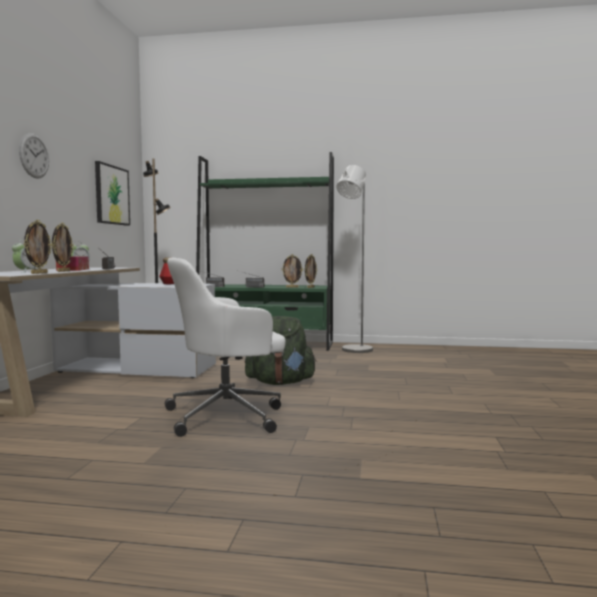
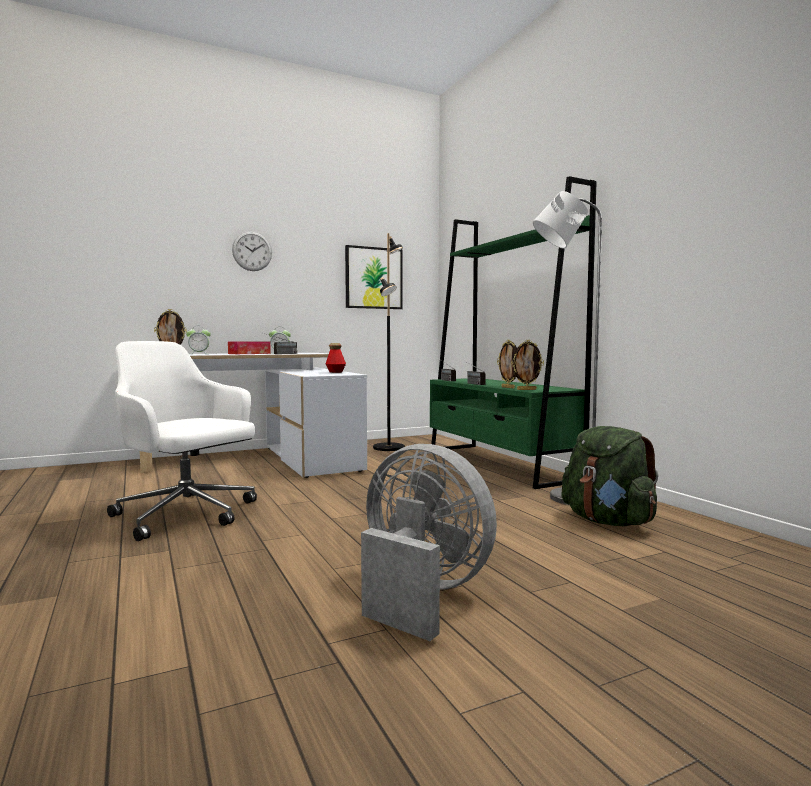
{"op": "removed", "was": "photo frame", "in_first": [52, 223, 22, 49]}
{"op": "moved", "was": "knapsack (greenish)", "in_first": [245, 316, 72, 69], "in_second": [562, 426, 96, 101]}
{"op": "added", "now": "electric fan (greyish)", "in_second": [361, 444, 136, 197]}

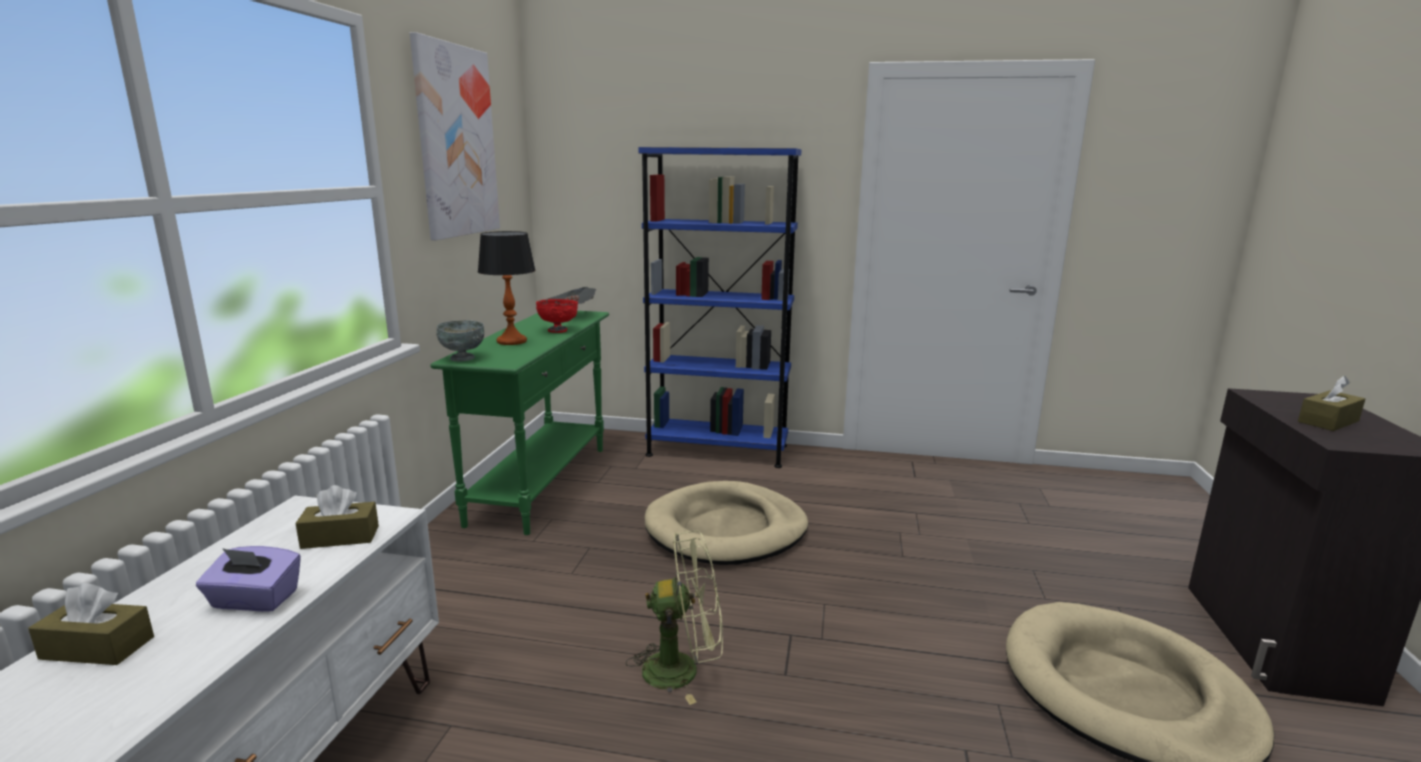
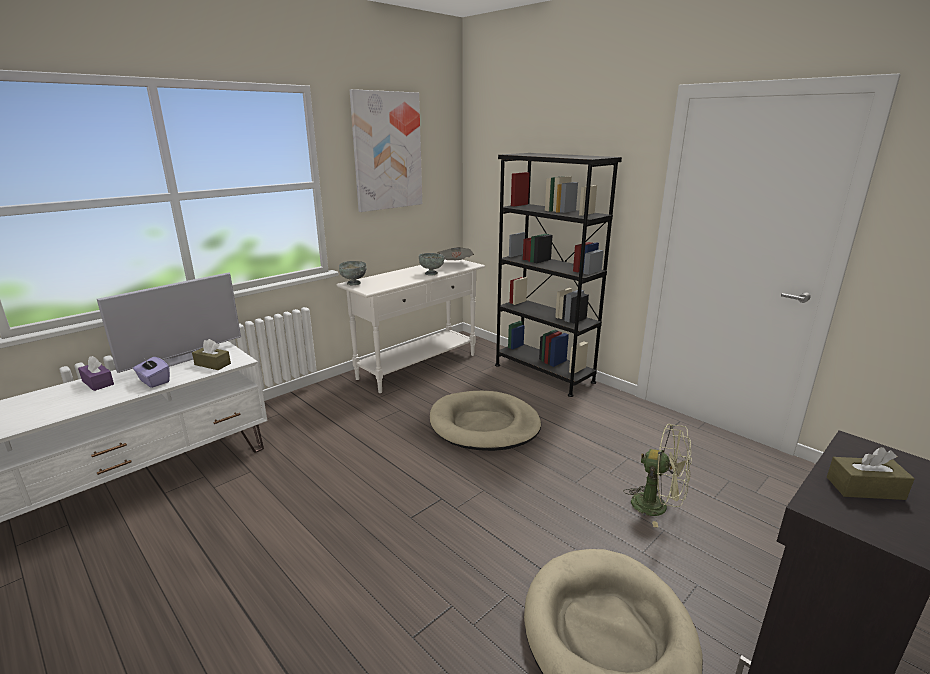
{"op": "recoloured", "was": "bookshelf (blue-coloured)", "now": "bookshelf (blackish)", "in_first": [638, 147, 163, 321], "in_second": [495, 153, 127, 244]}
{"op": "removed", "was": "lamp for a table", "in_first": [478, 231, 58, 114]}
{"op": "recoloured", "was": "serving bowl (red-coloured)", "now": "serving bowl (greyish)", "in_first": [536, 299, 42, 34], "in_second": [419, 253, 26, 22]}
{"op": "recoloured", "was": "narrow table (greenish)", "now": "narrow table (white)", "in_first": [430, 311, 179, 224], "in_second": [337, 260, 148, 133]}
{"op": "moved", "was": "electric fan (greenish)", "in_first": [626, 530, 97, 175], "in_second": [623, 424, 69, 103]}
{"op": "recoloured", "was": "tissue box (brownish)", "now": "tissue box (purplish)", "in_first": [28, 583, 126, 82], "in_second": [78, 356, 36, 35]}
{"op": "added", "now": "TV set", "in_second": [97, 272, 144, 101]}

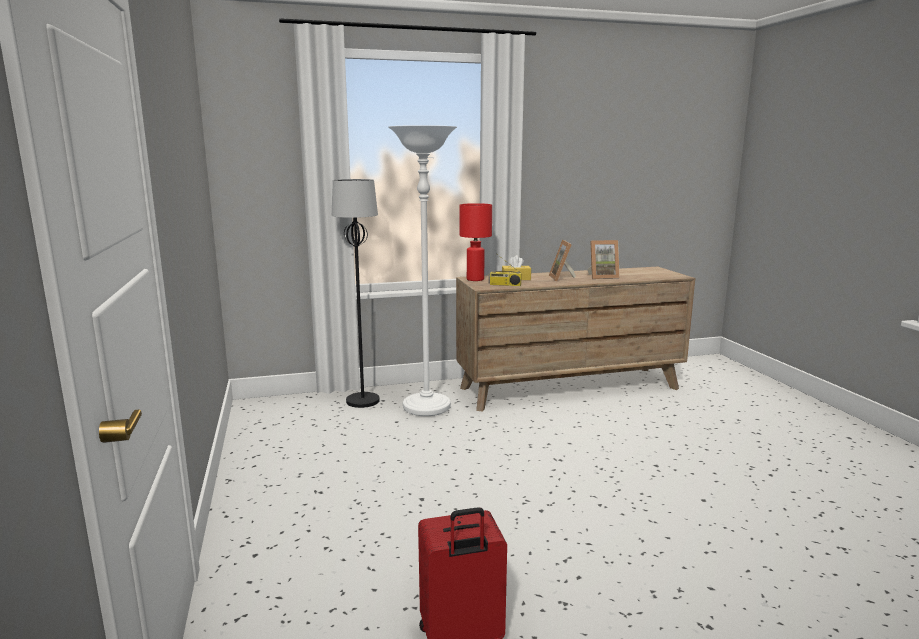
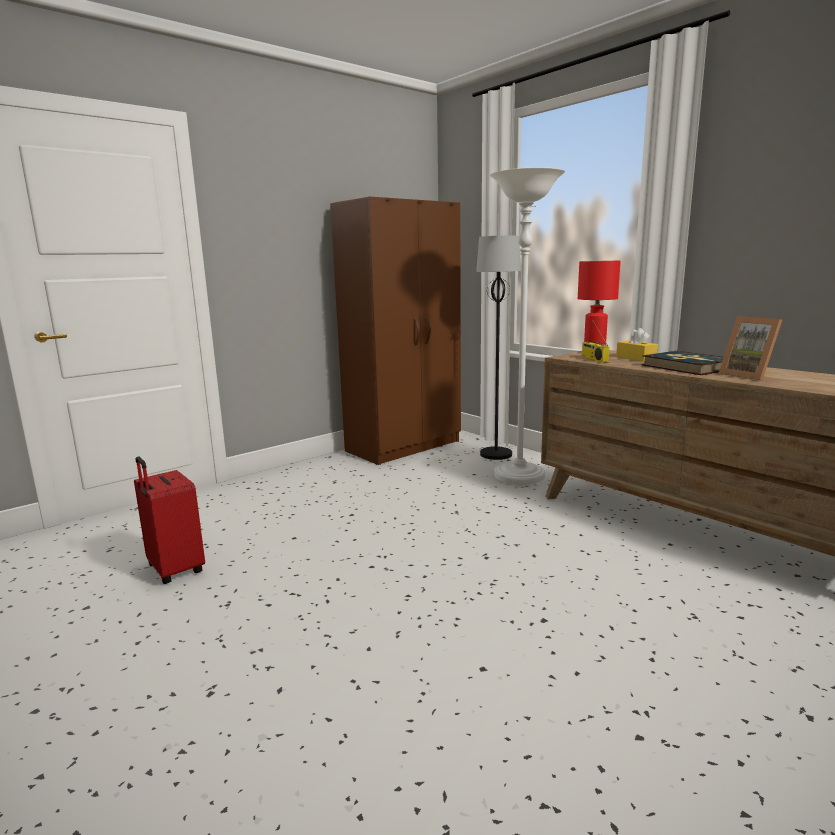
{"op": "replaced", "was": "photo frame", "now": "book", "in_first": [549, 240, 27, 41], "in_second": [642, 351, 82, 24]}
{"op": "added", "now": "armoire (brownish)", "in_second": [330, 196, 131, 269]}

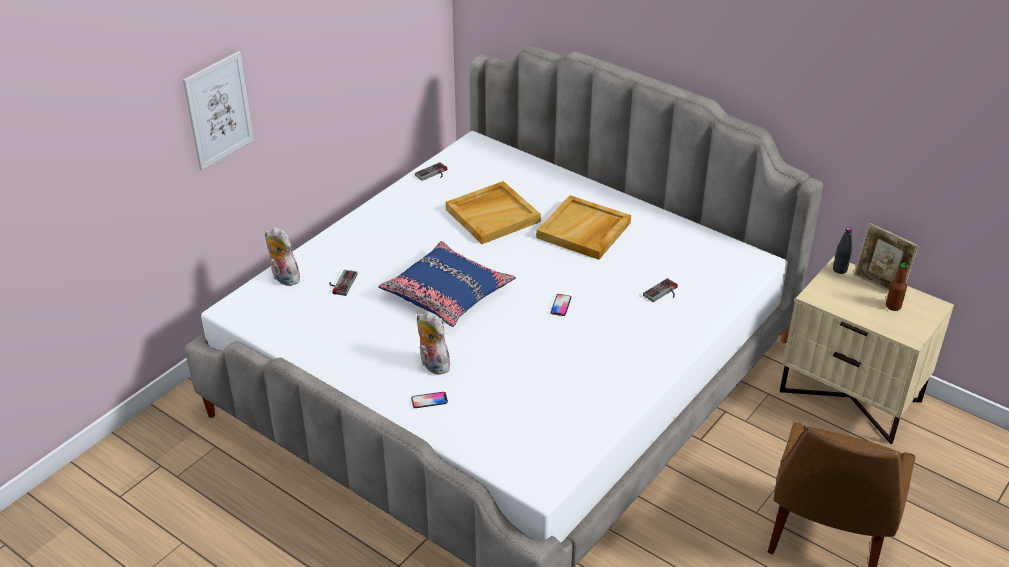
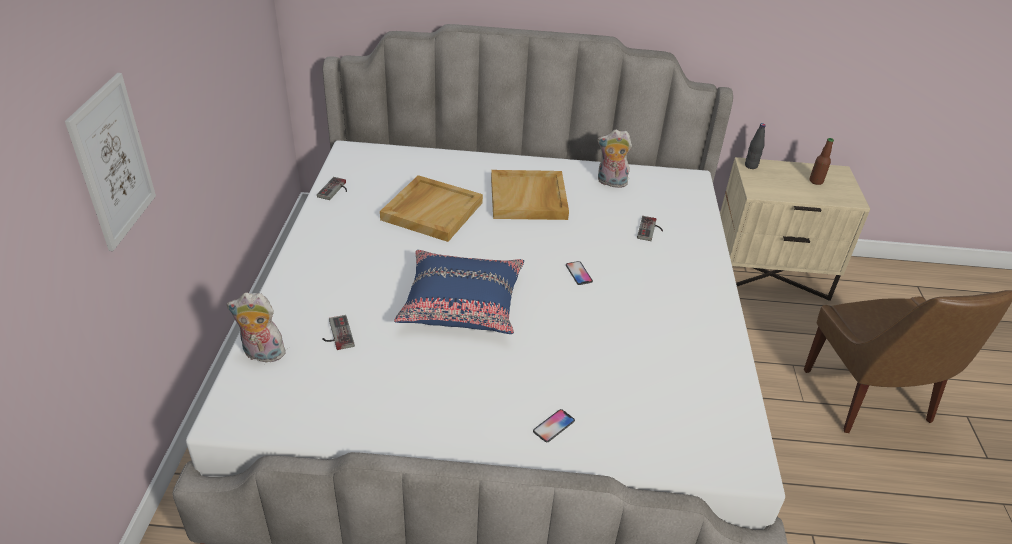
{"op": "removed", "was": "photo frame", "in_first": [854, 223, 65, 68]}
{"op": "moved", "was": "cuddly toy", "in_first": [417, 311, 37, 64], "in_second": [597, 129, 35, 59]}

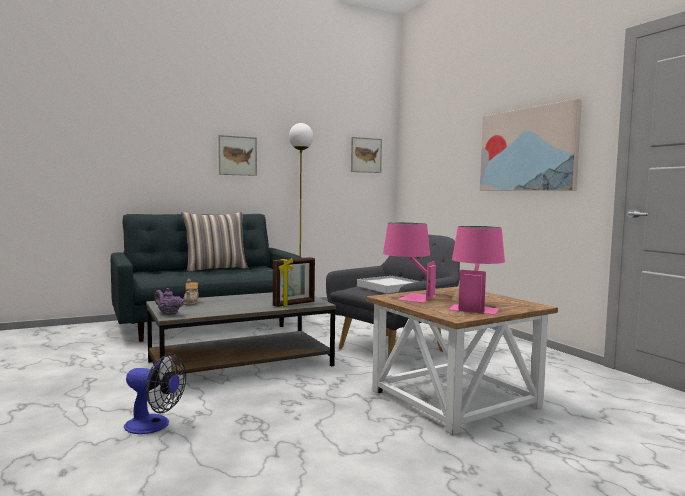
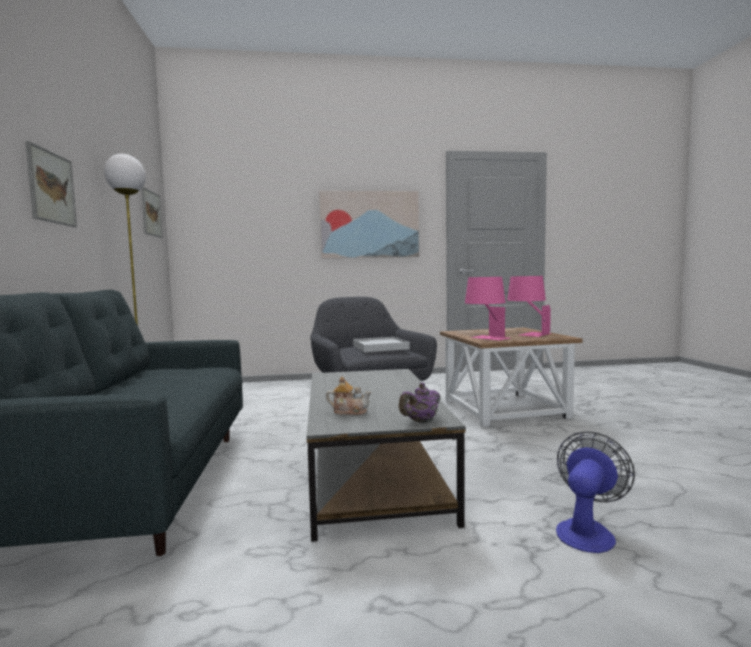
{"op": "removed", "was": "pillow", "in_first": [182, 212, 66, 60]}
{"op": "removed", "was": "photo frame", "in_first": [273, 257, 42, 50]}

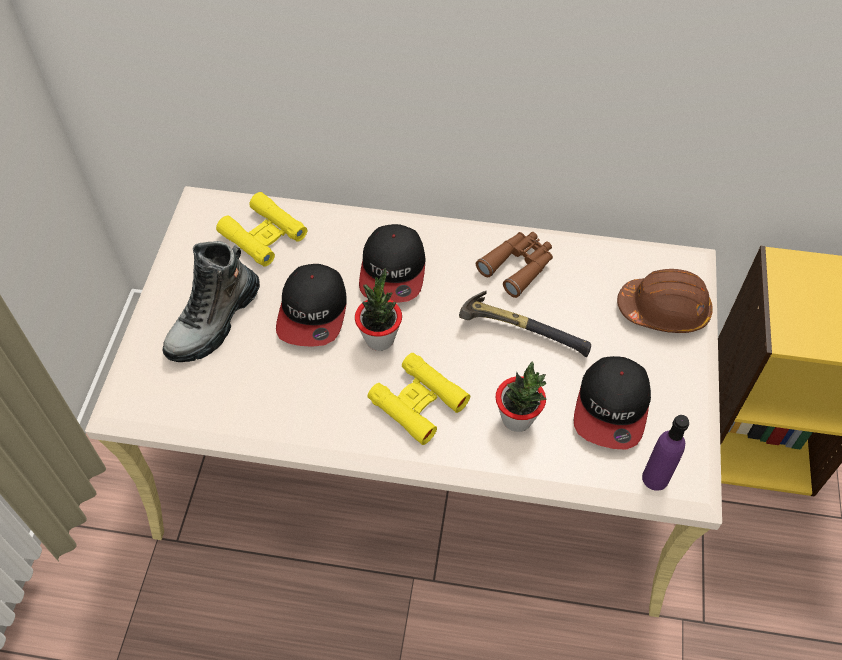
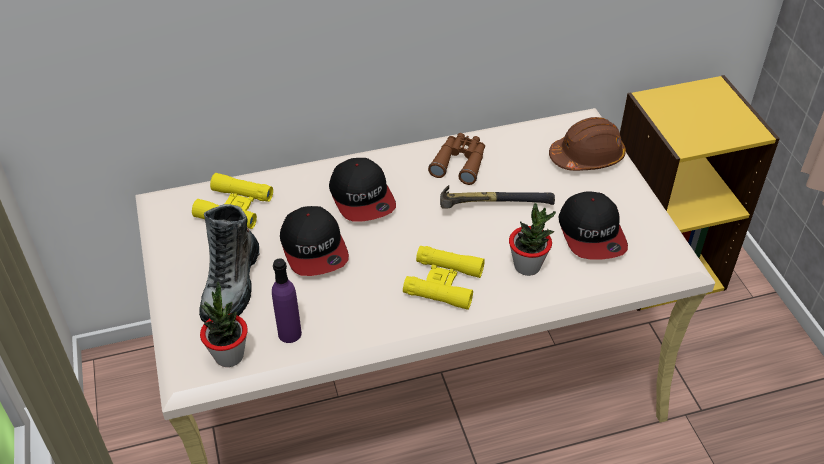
{"op": "moved", "was": "houseplant", "in_first": [355, 268, 47, 83], "in_second": [200, 281, 48, 86]}
{"op": "moved", "was": "beverage bottle (purplish)", "in_first": [642, 415, 47, 76], "in_second": [272, 258, 30, 85]}

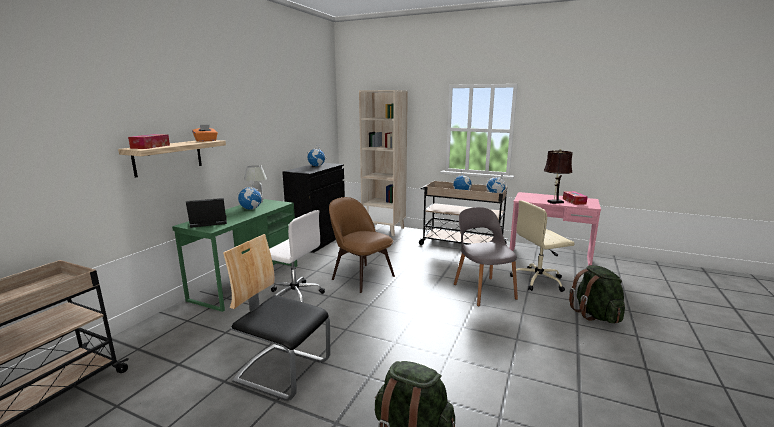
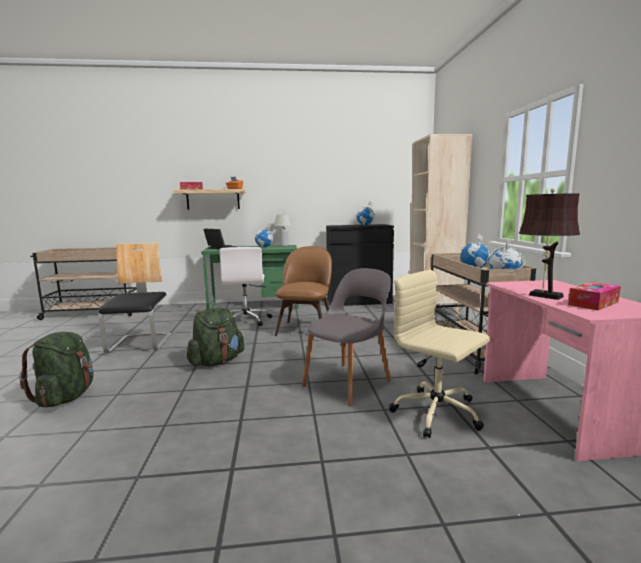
{"op": "moved", "was": "knapsack (greenish)", "in_first": [569, 265, 56, 59], "in_second": [187, 308, 57, 58]}

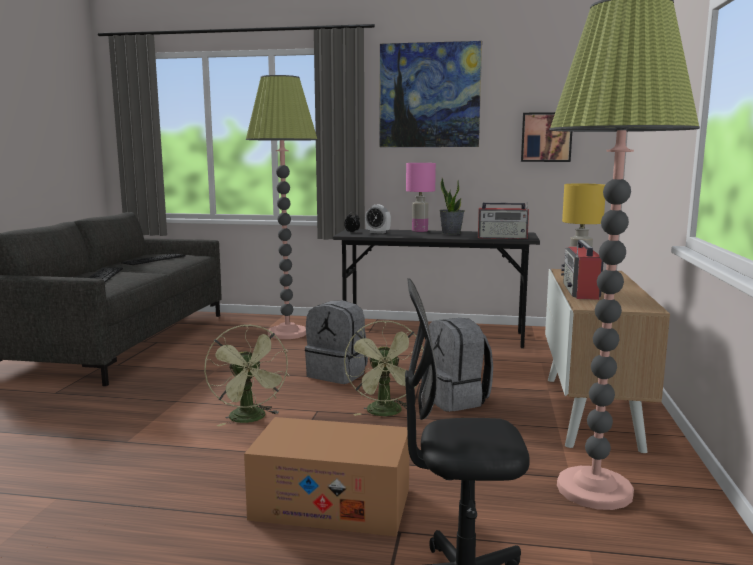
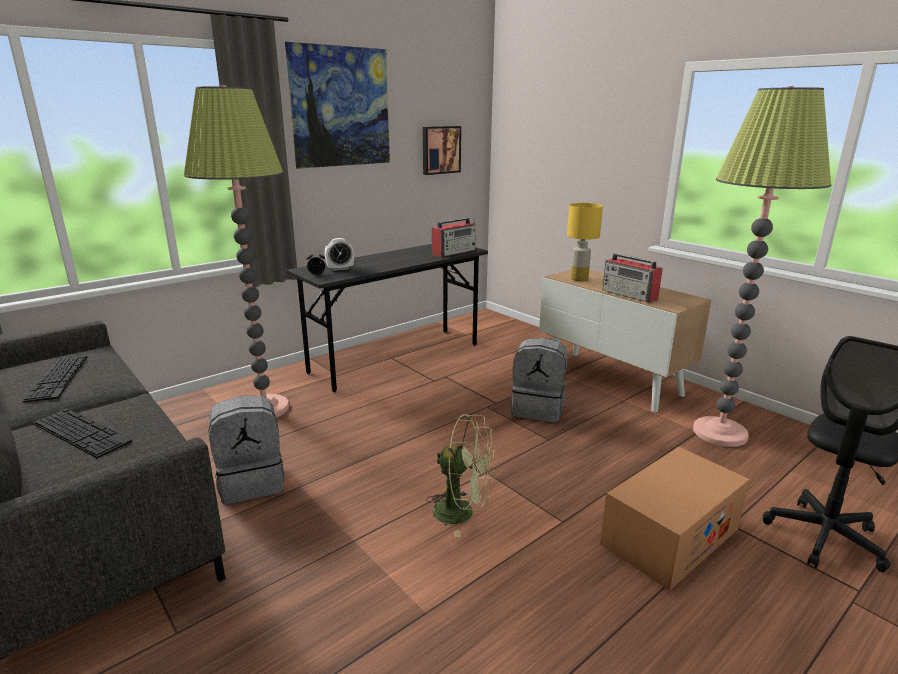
{"op": "removed", "was": "lamp for a table (pink)", "in_first": [406, 163, 30, 69]}
{"op": "removed", "was": "houseplant", "in_first": [439, 178, 25, 57]}
{"op": "moved", "was": "knapsack (greyish)", "in_first": [305, 300, 63, 84], "in_second": [209, 396, 75, 108]}
{"op": "removed", "was": "electric fan (greenish)", "in_first": [344, 320, 80, 96]}

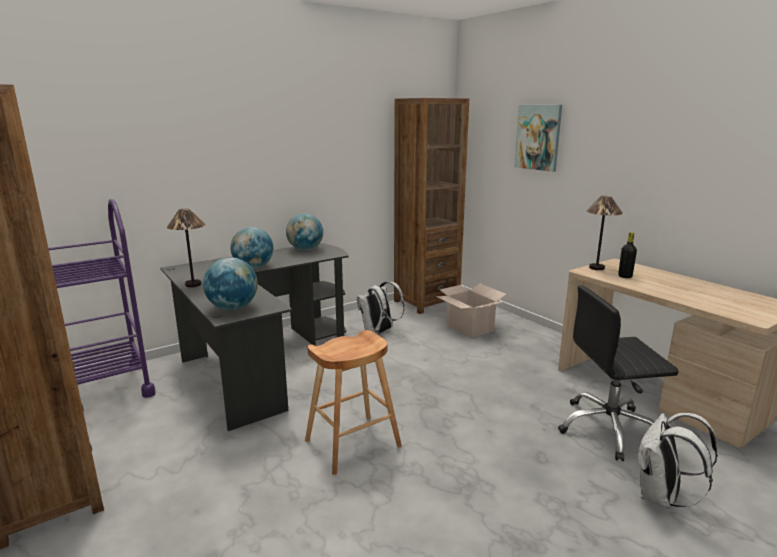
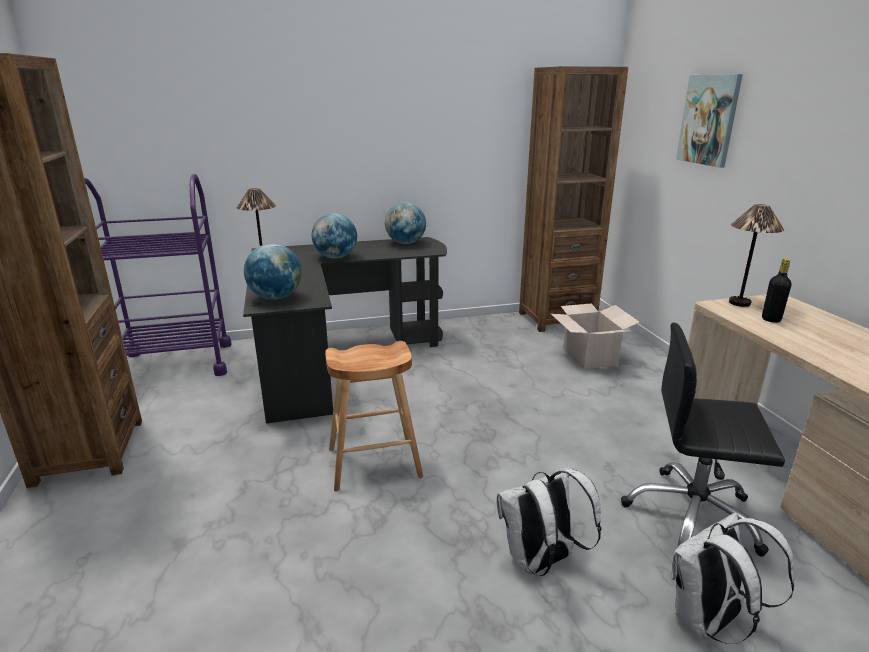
{"op": "moved", "was": "knapsack (white)", "in_first": [357, 281, 47, 54], "in_second": [497, 467, 105, 109]}

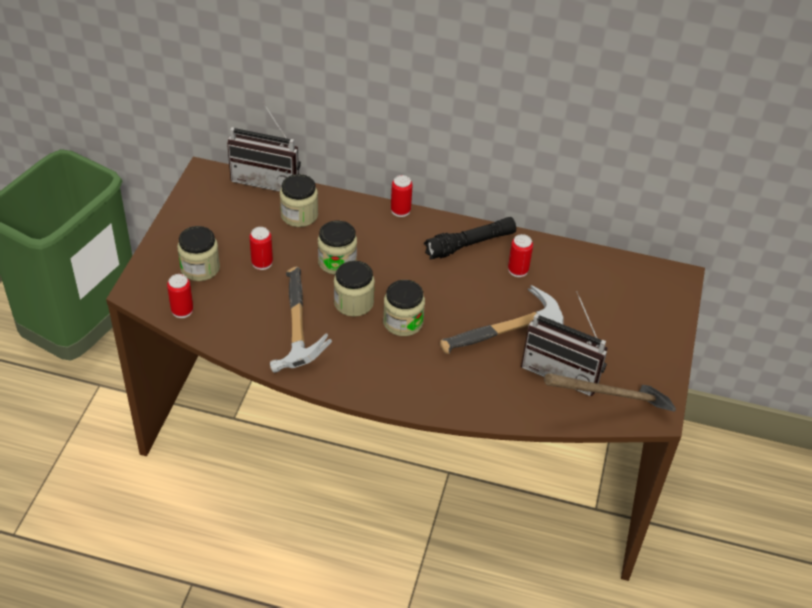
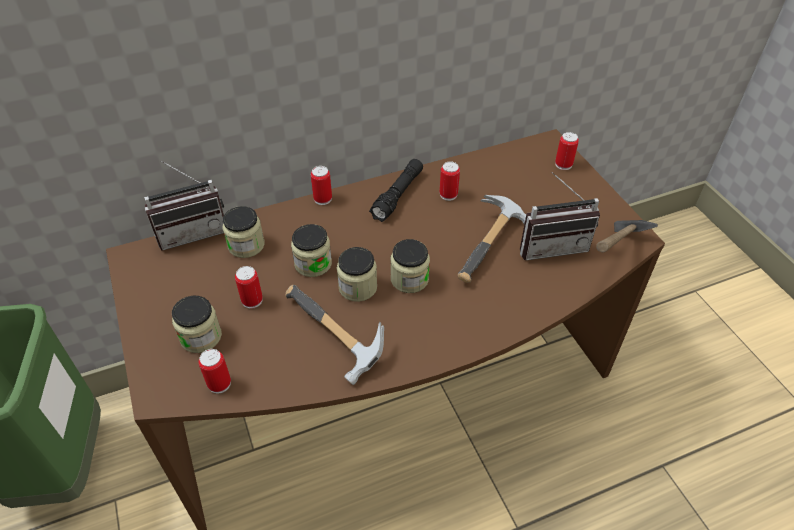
{"op": "added", "now": "can", "in_second": [555, 132, 24, 38]}

